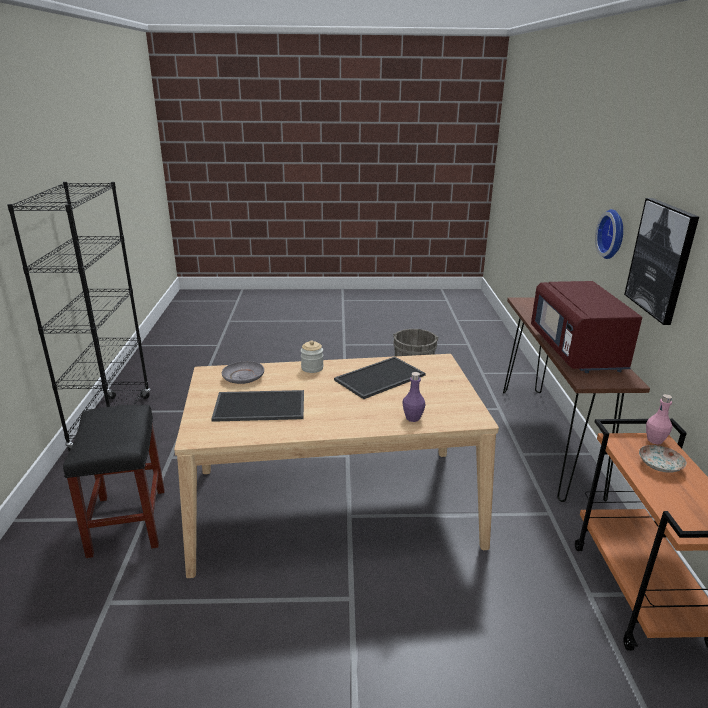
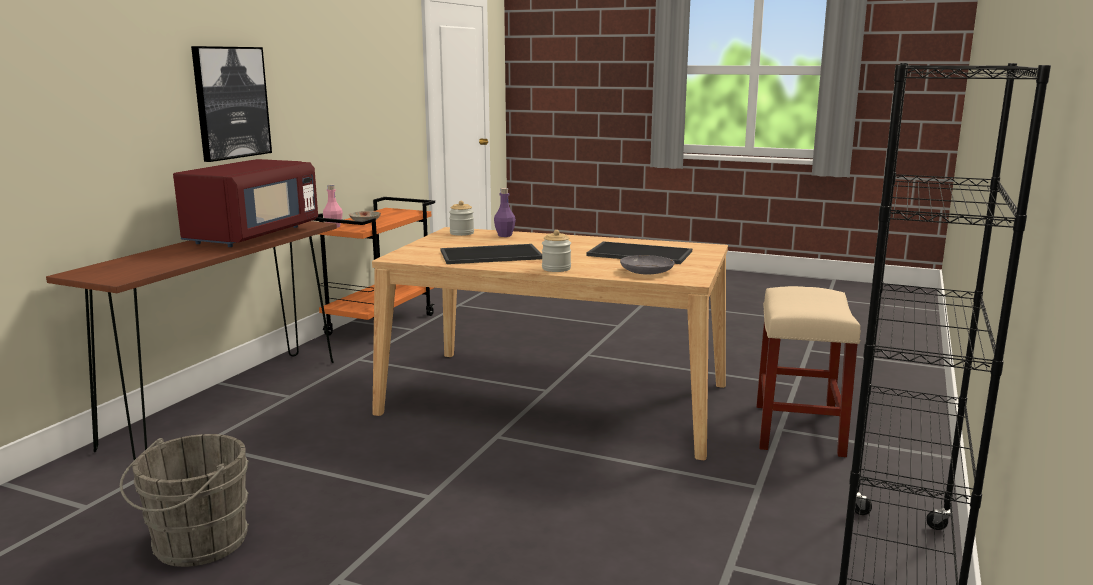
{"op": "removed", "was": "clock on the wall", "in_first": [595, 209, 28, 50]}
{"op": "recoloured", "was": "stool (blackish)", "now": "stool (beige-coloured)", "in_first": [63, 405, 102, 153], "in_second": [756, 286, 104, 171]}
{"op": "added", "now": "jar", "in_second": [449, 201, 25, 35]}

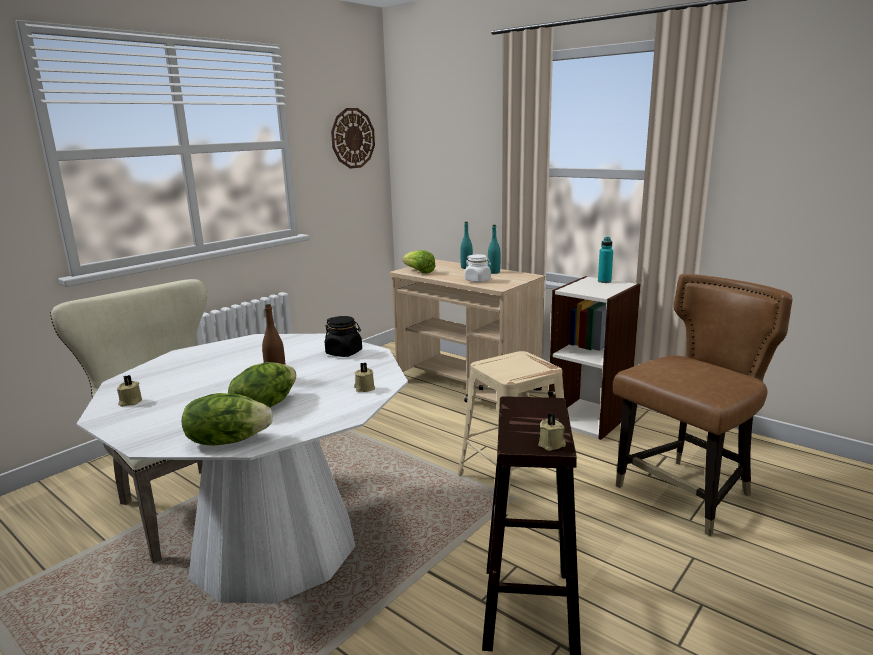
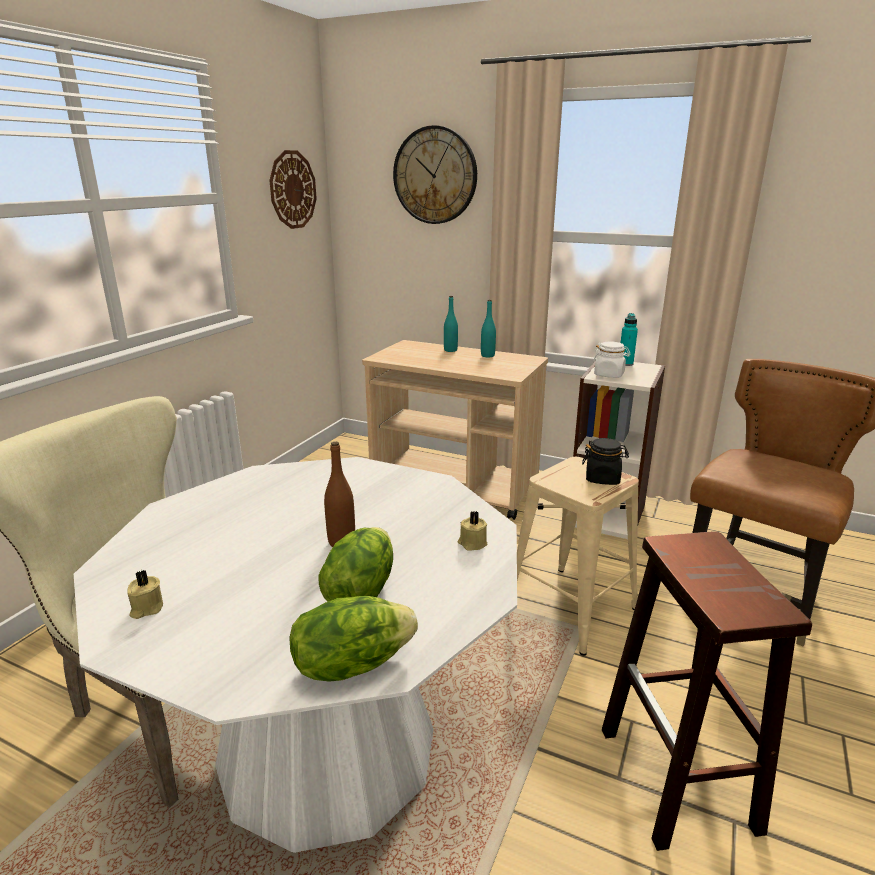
{"op": "removed", "was": "lettuce head", "in_first": [402, 251, 34, 22]}
{"op": "moved", "was": "jar (white)", "in_first": [465, 254, 26, 28], "in_second": [593, 342, 38, 36]}
{"op": "moved", "was": "jar (blackish)", "in_first": [325, 316, 37, 41], "in_second": [582, 438, 47, 47]}
{"op": "removed", "was": "wax light (beige-coloured)", "in_first": [538, 413, 28, 38]}
{"op": "added", "now": "clock on the wall", "in_second": [393, 125, 84, 99]}

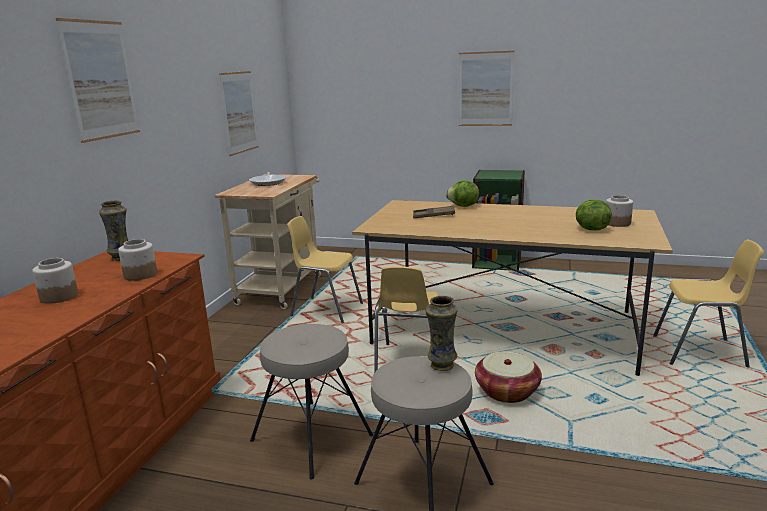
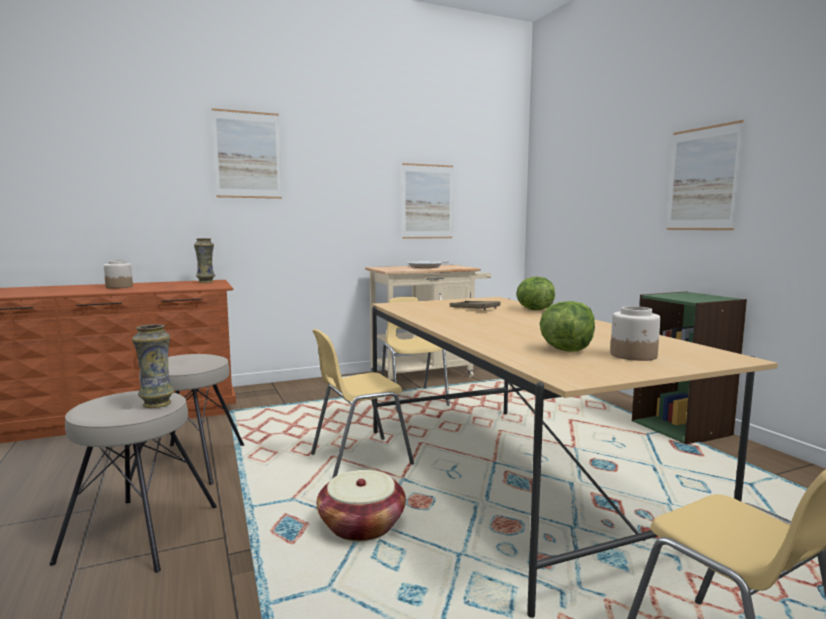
{"op": "removed", "was": "jar", "in_first": [118, 239, 39, 41]}

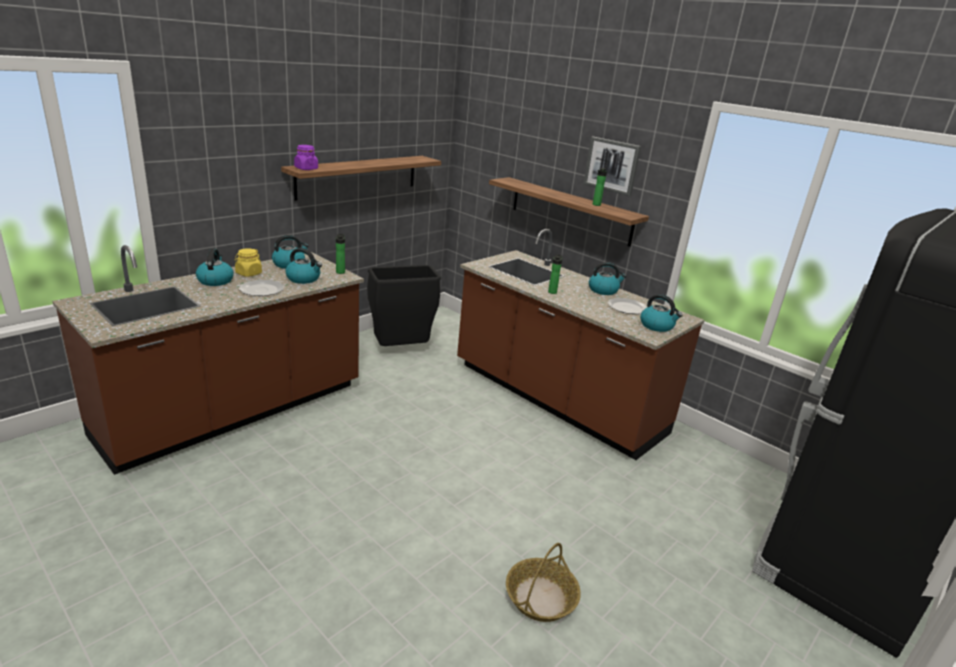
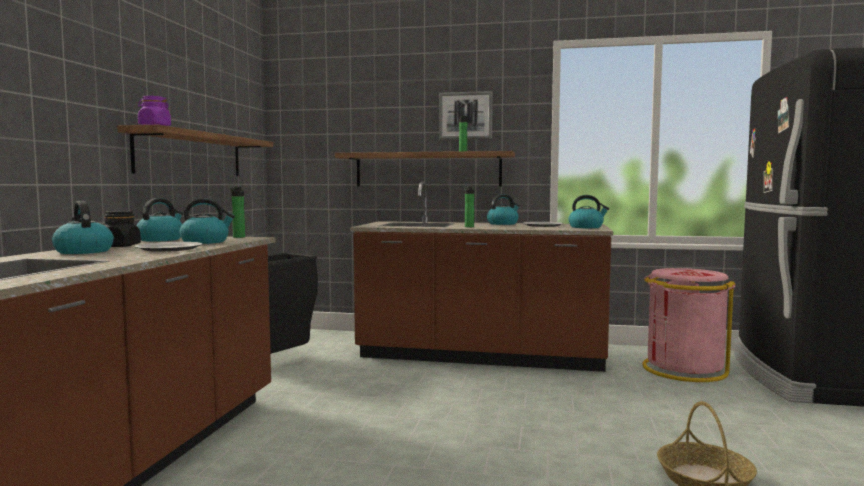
{"op": "recoloured", "was": "jar (yellow-coloured)", "now": "jar (blackish)", "in_first": [235, 248, 27, 29], "in_second": [104, 211, 37, 36]}
{"op": "added", "now": "trash can (pink)", "in_second": [642, 268, 94, 114]}

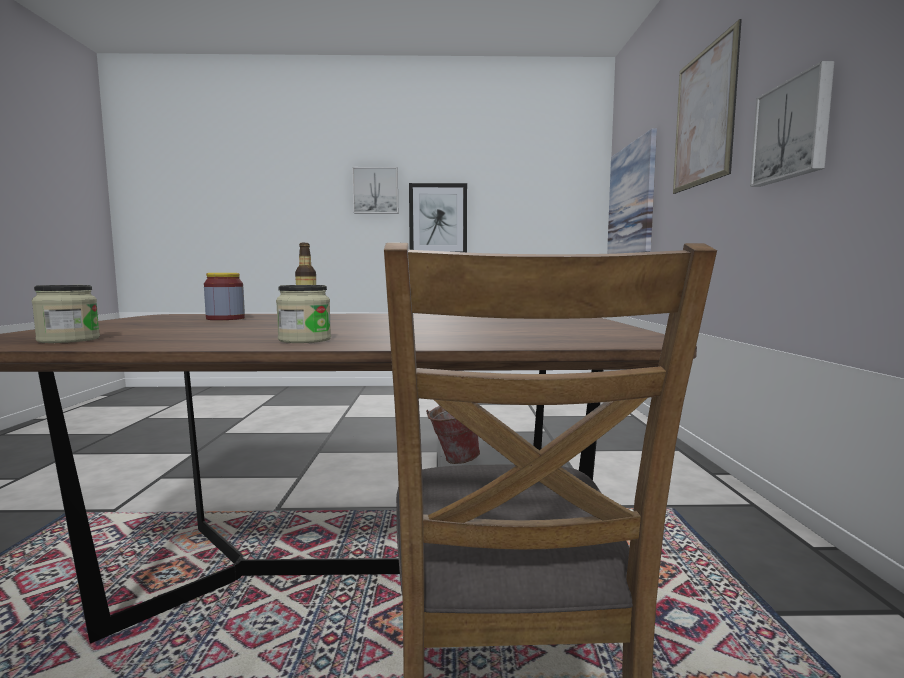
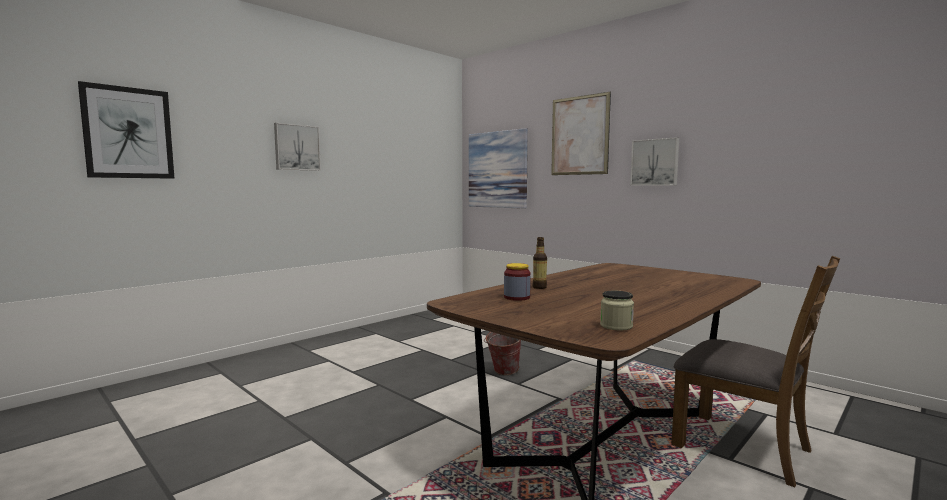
{"op": "moved", "was": "picture", "in_first": [409, 183, 58, 69], "in_second": [78, 81, 96, 98]}
{"op": "removed", "was": "jar", "in_first": [276, 285, 55, 58]}

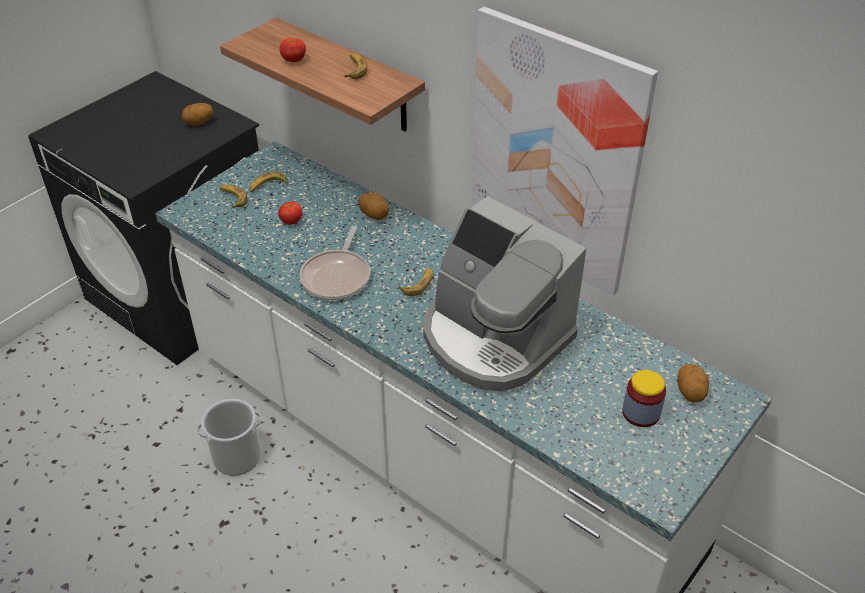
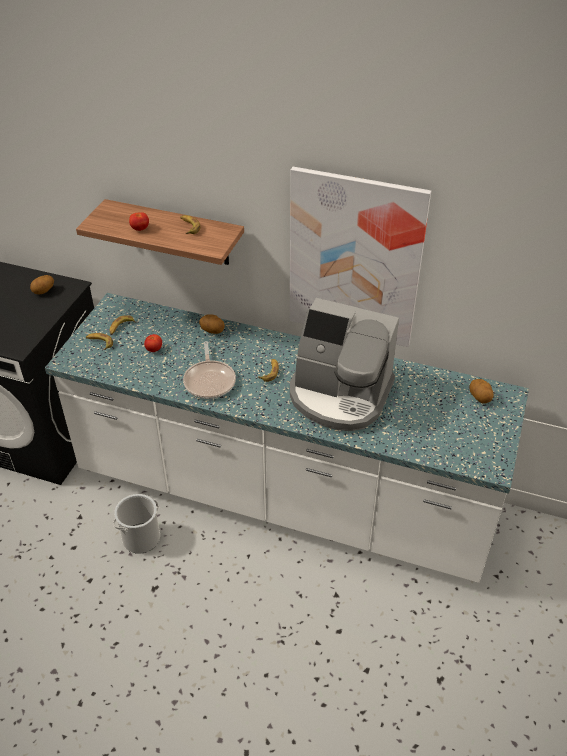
{"op": "removed", "was": "jar", "in_first": [622, 370, 44, 57]}

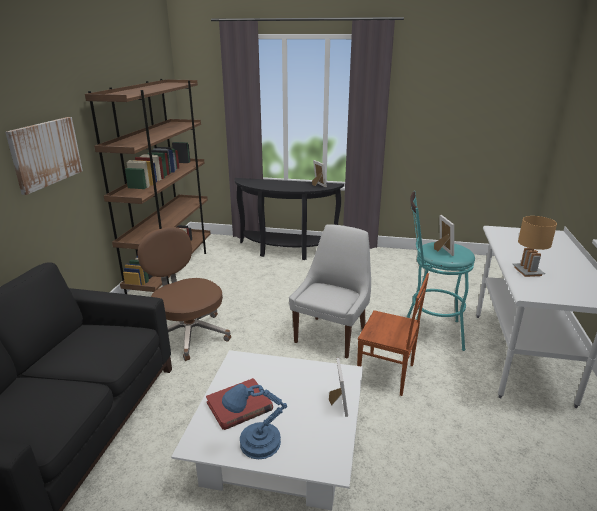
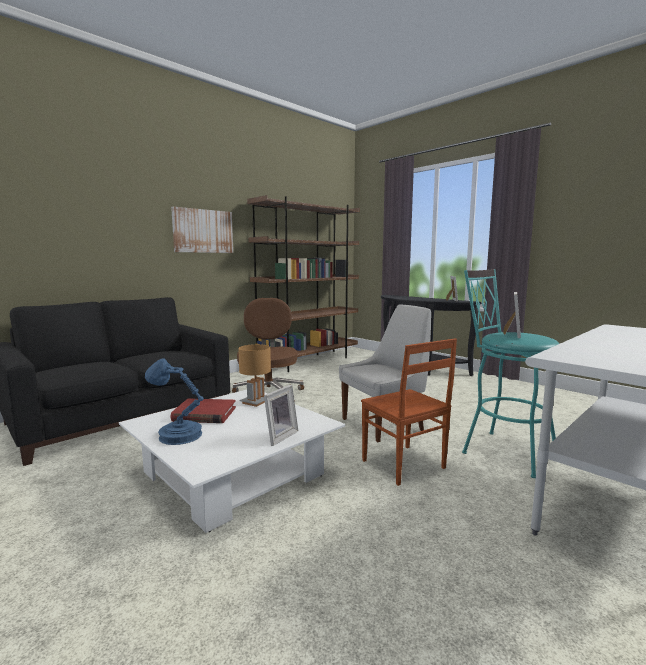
{"op": "moved", "was": "lamp for a table (brownish)", "in_first": [513, 216, 44, 61], "in_second": [238, 344, 33, 63]}

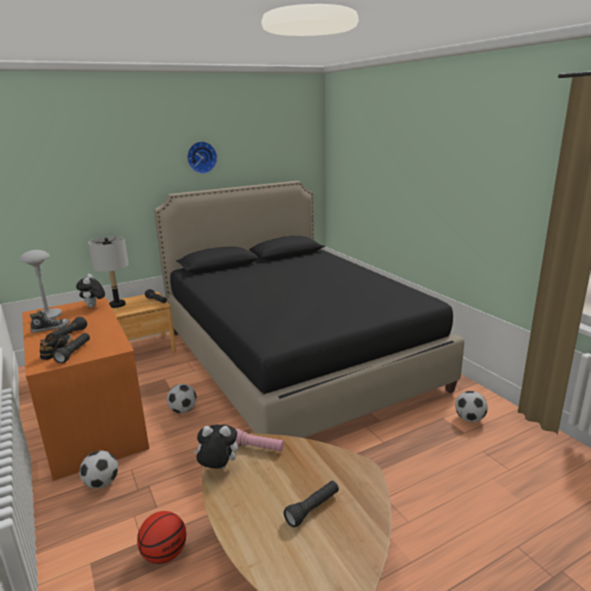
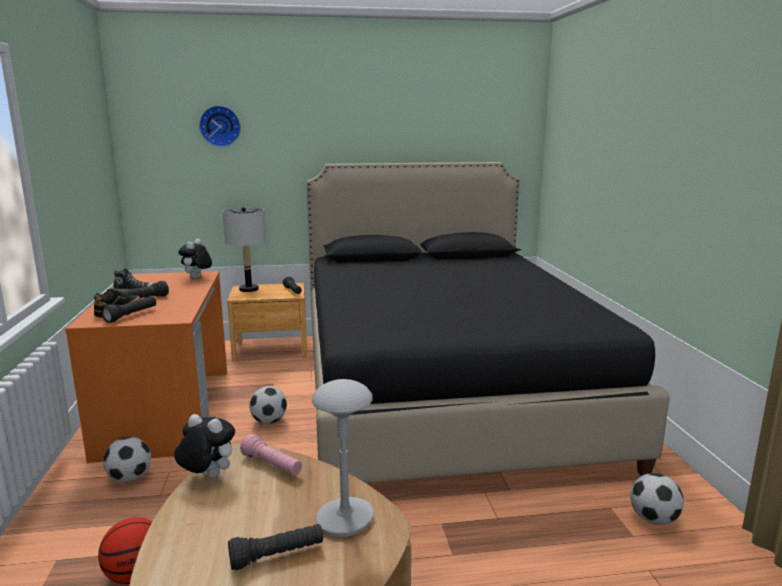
{"op": "moved", "was": "clock on the wall", "in_first": [187, 141, 30, 33], "in_second": [199, 105, 42, 42]}
{"op": "moved", "was": "lamp for a table (greyish)", "in_first": [19, 250, 43, 69], "in_second": [312, 379, 62, 159]}

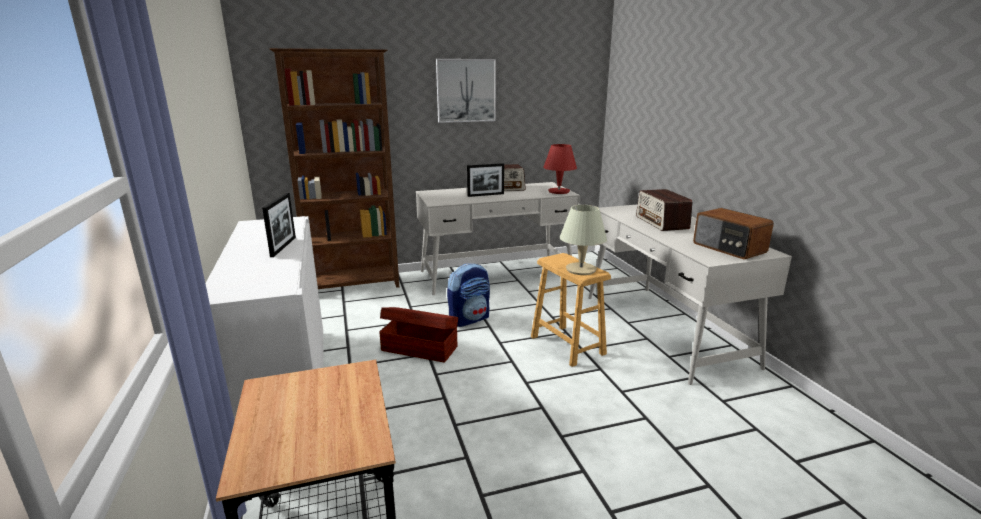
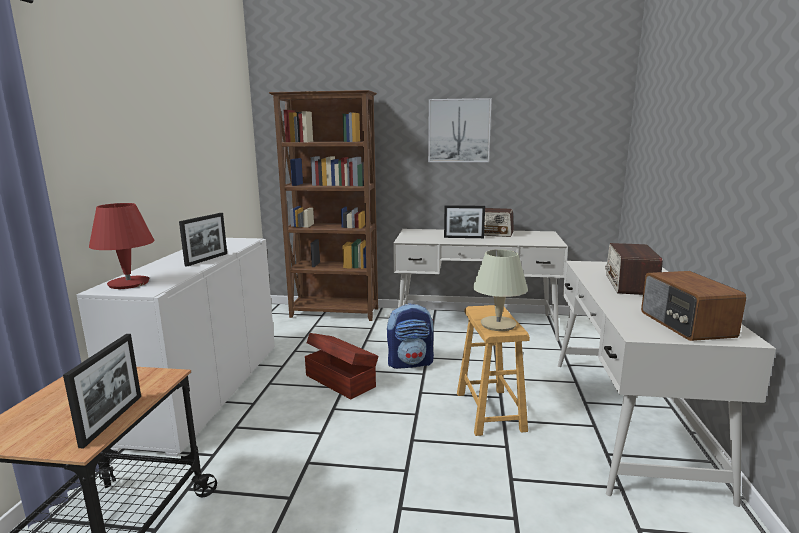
{"op": "moved", "was": "lamp for a table (red-coloured)", "in_first": [543, 144, 34, 50], "in_second": [89, 203, 65, 86]}
{"op": "added", "now": "photo frame", "in_second": [63, 334, 78, 114]}

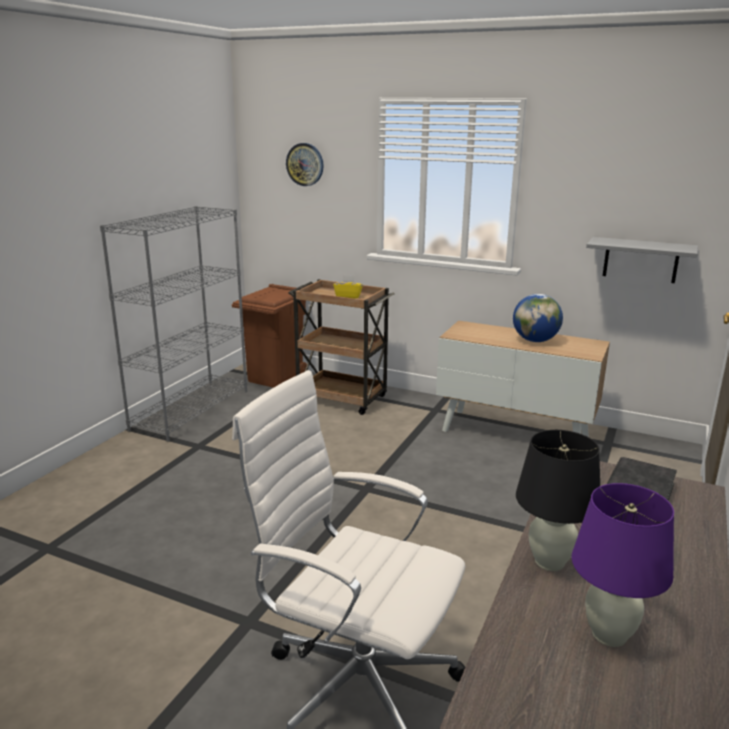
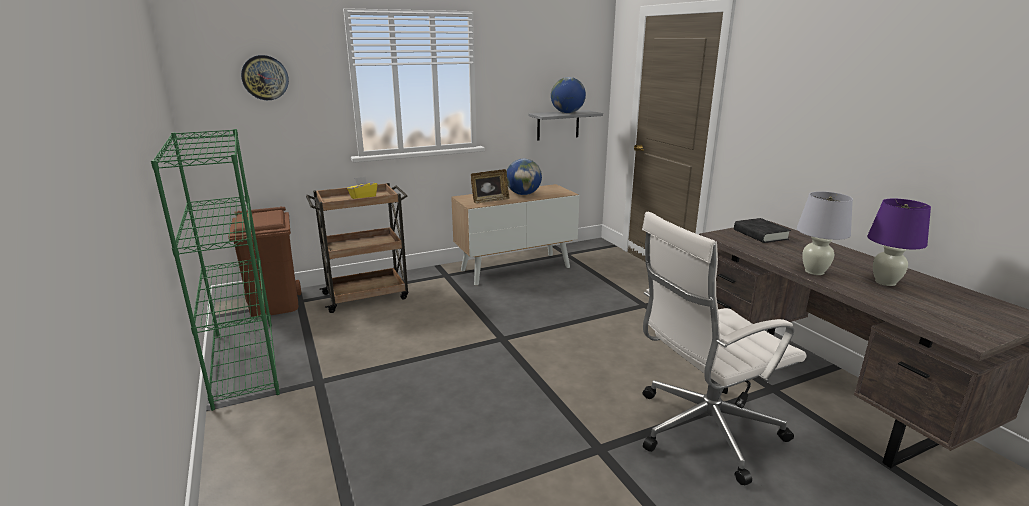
{"op": "recoloured", "was": "bookshelf (greyish)", "now": "bookshelf (greenish)", "in_first": [100, 206, 147, 236], "in_second": [151, 129, 129, 282]}
{"op": "recoloured", "was": "lamp for a table (blackish)", "now": "lamp for a table (white)", "in_first": [516, 430, 84, 141], "in_second": [797, 192, 56, 83]}
{"op": "added", "now": "globe", "in_second": [551, 77, 35, 36]}
{"op": "added", "now": "photo frame", "in_second": [471, 169, 39, 34]}

